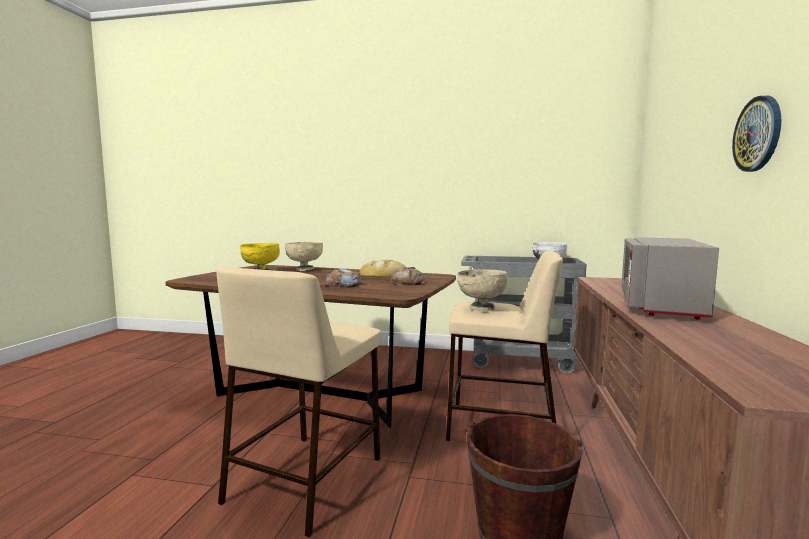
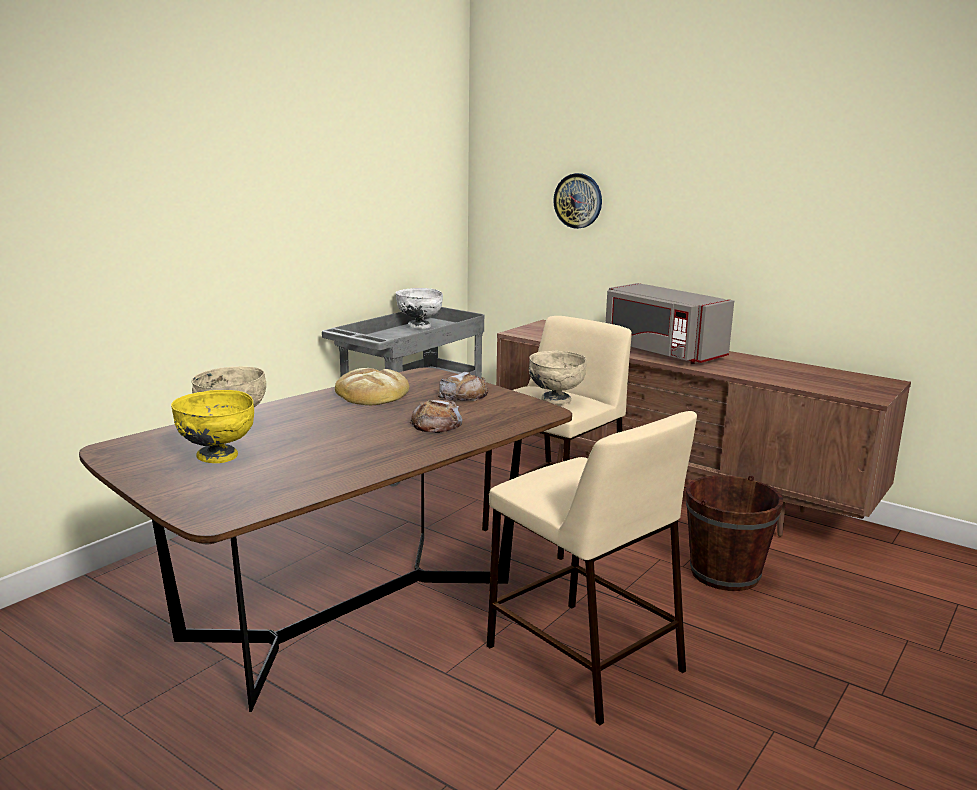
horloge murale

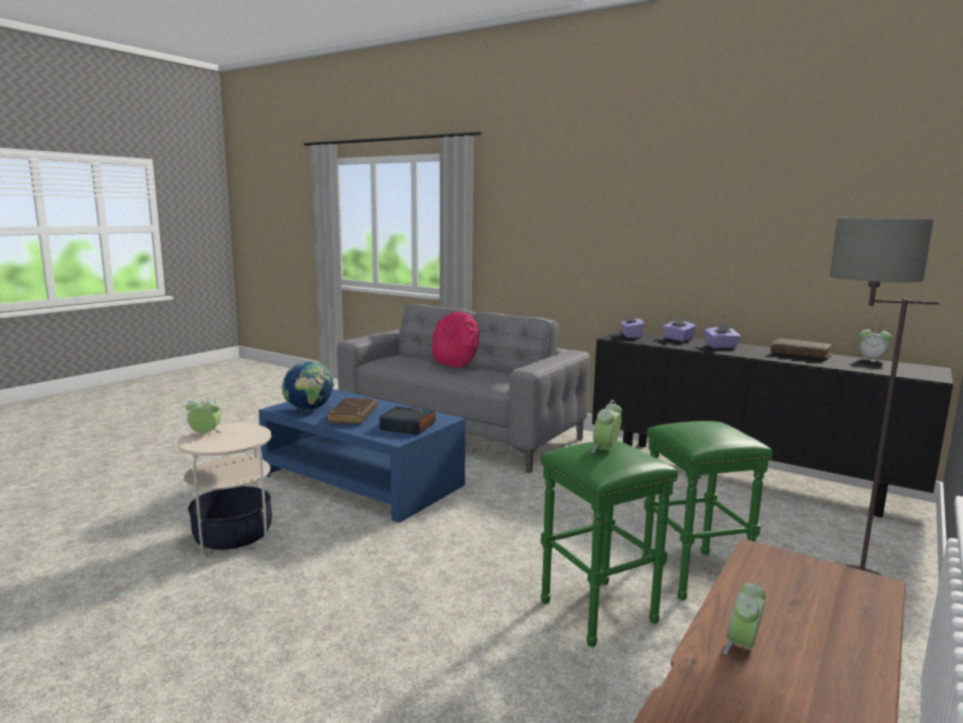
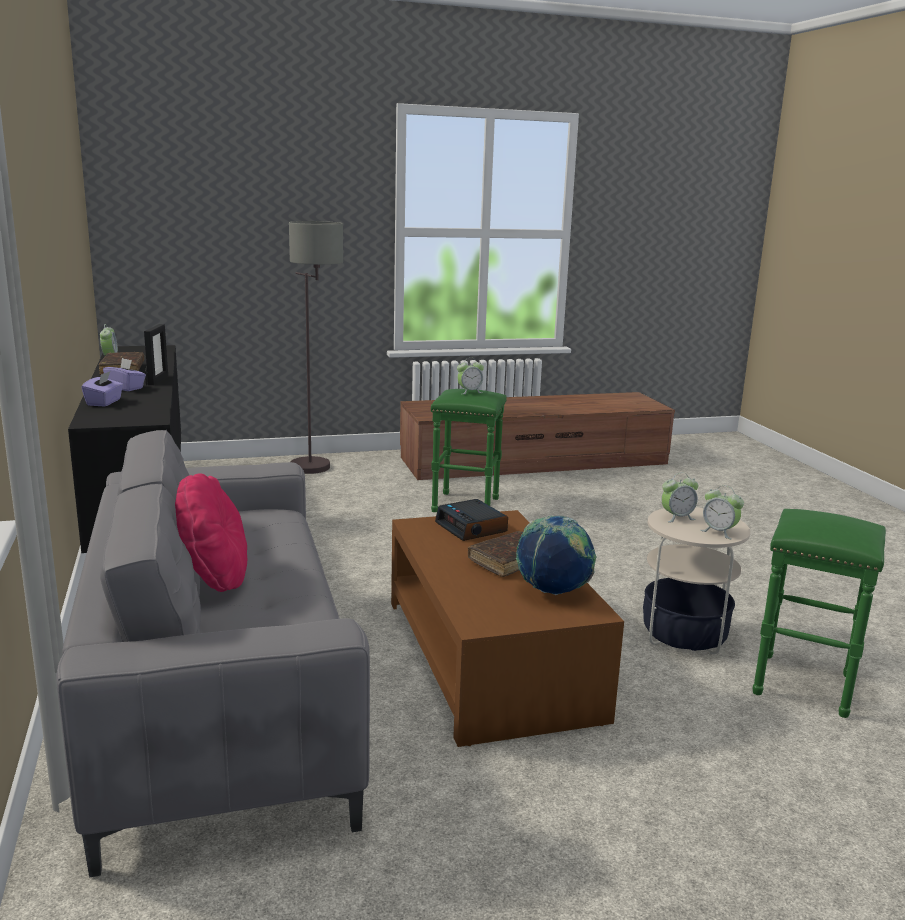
cadre photo
table basse [marron]
réveil (4th from left)
tabouret [vert] (2nd from left)
boîte à mouchoirs [violet] (1st from left in the first image)

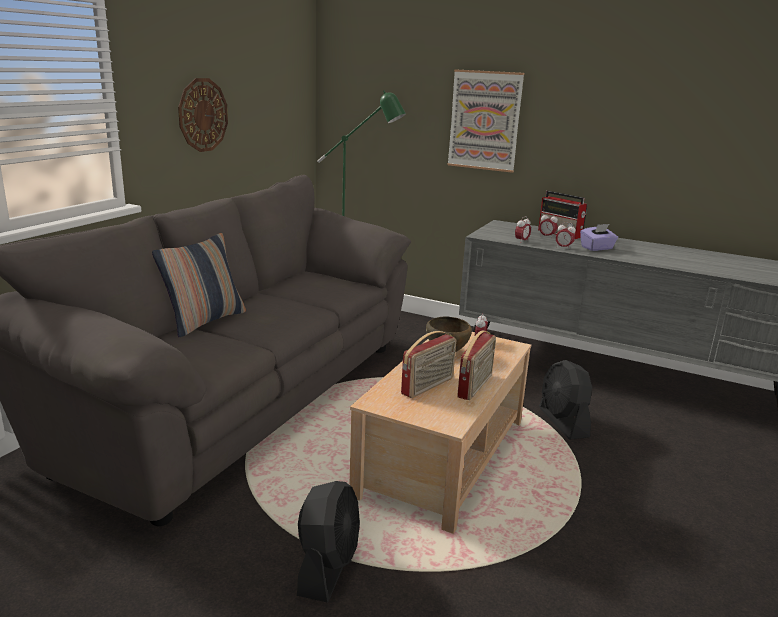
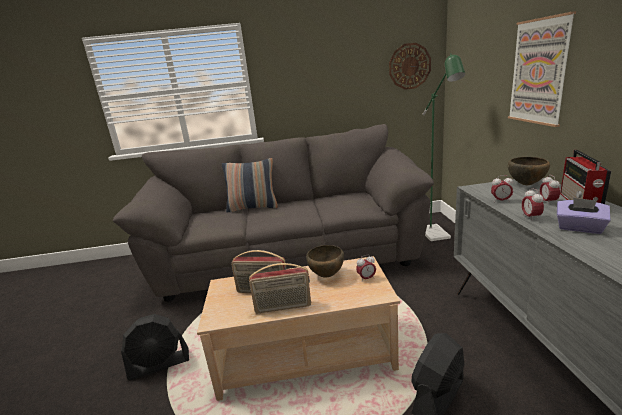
horloge murale
bol [marron] (2nd from left)

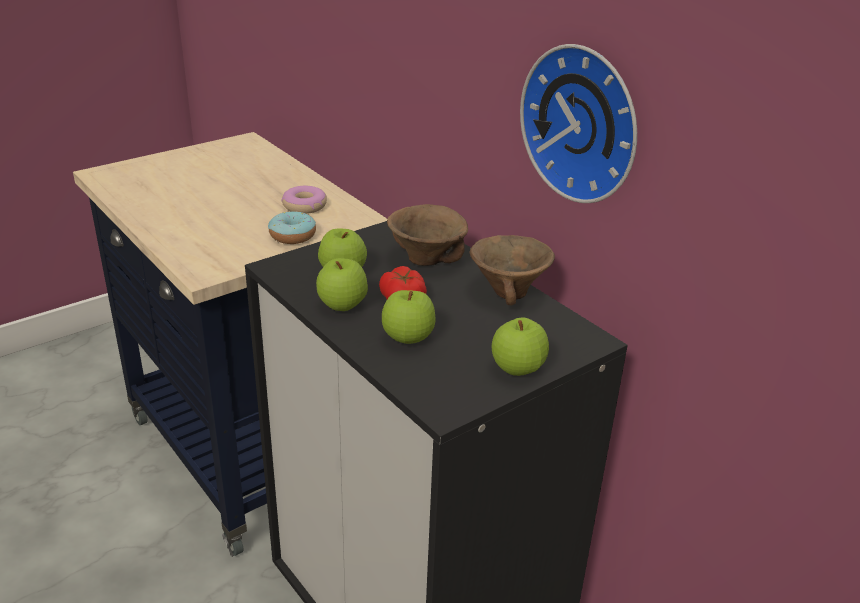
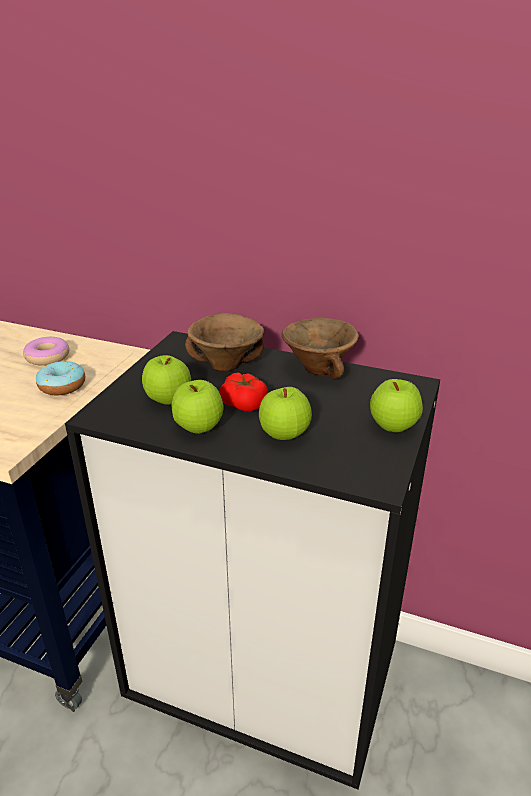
horloge murale

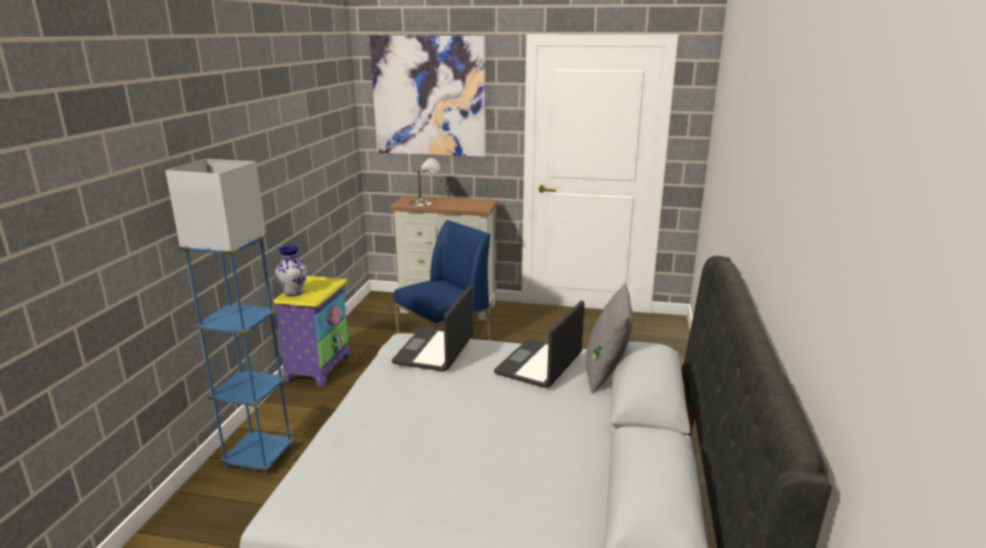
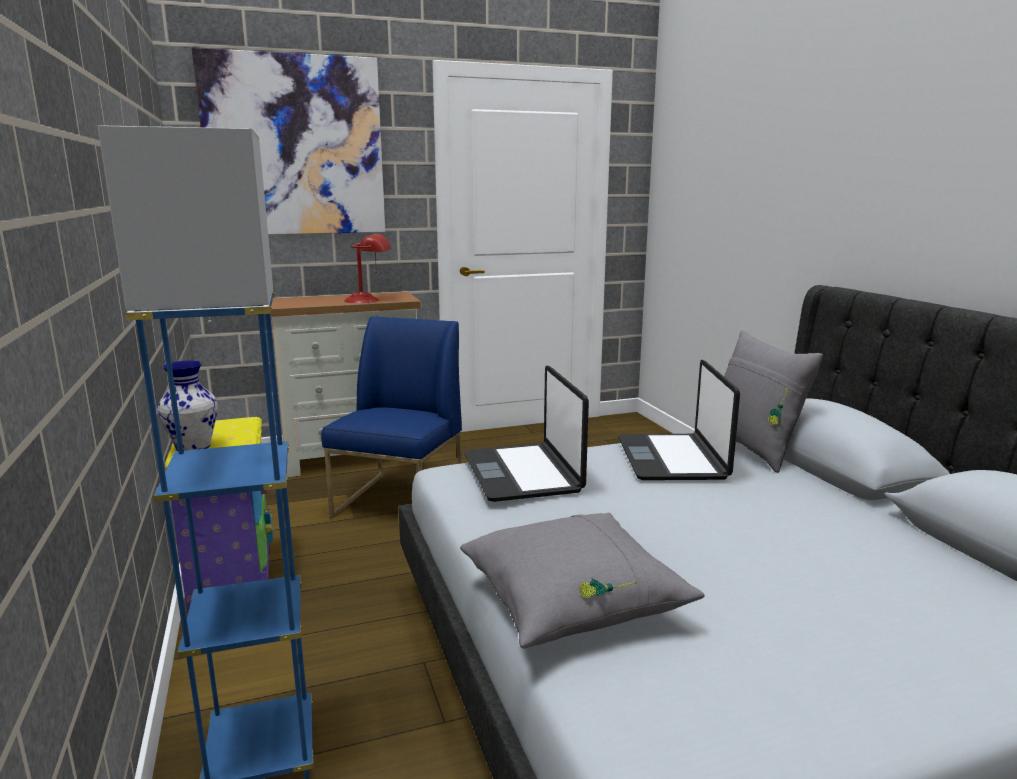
lampe de table [rouge]
coussin [gris] (1st from left)
lampe de table [blanc]

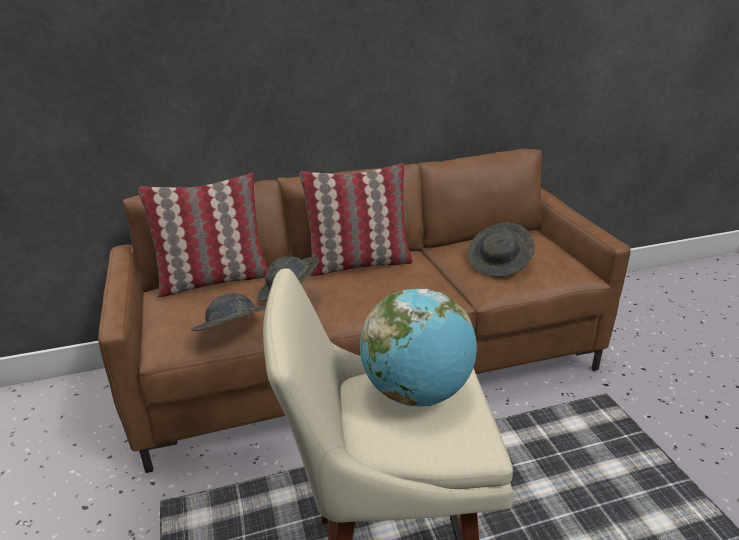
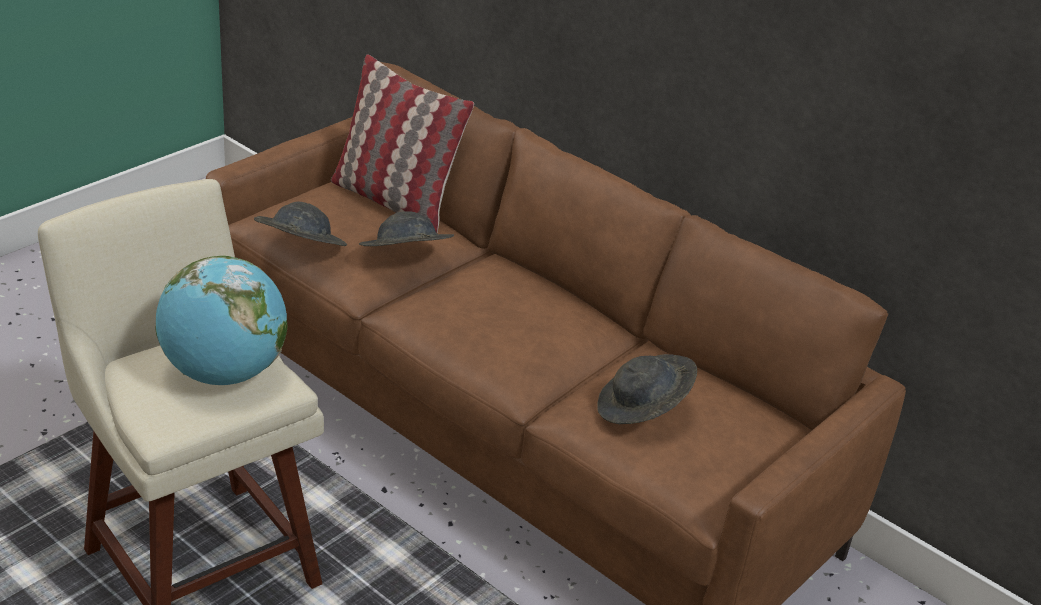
coussin (2nd from left in the first image)

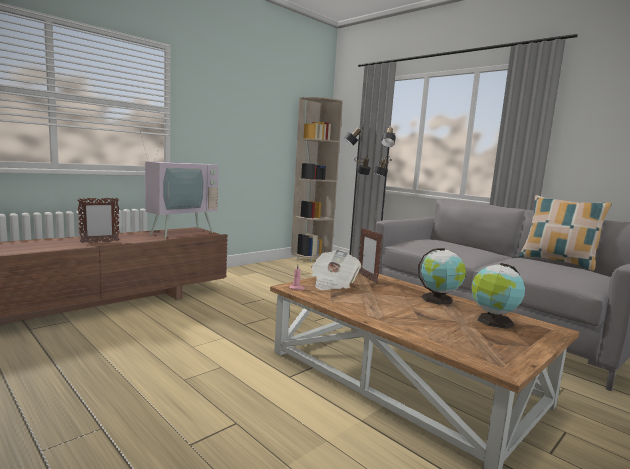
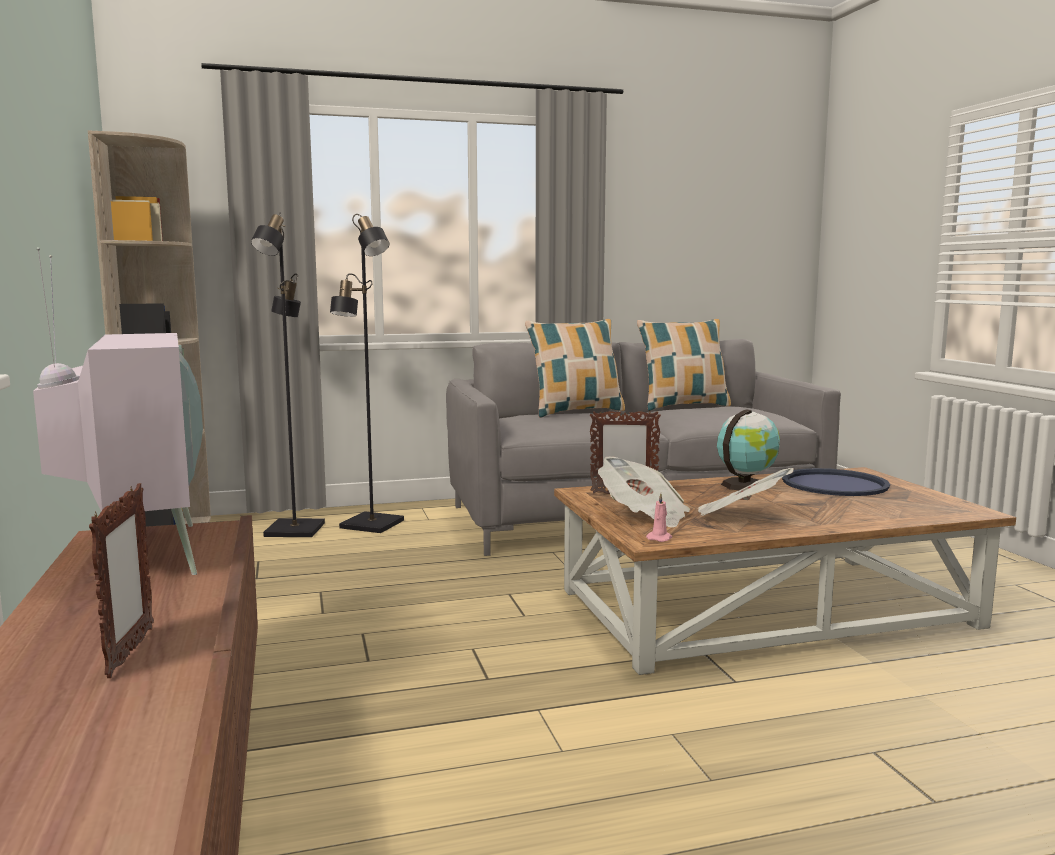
coussin (1st from left)
journal (2nd from left)
plateau [bleu]

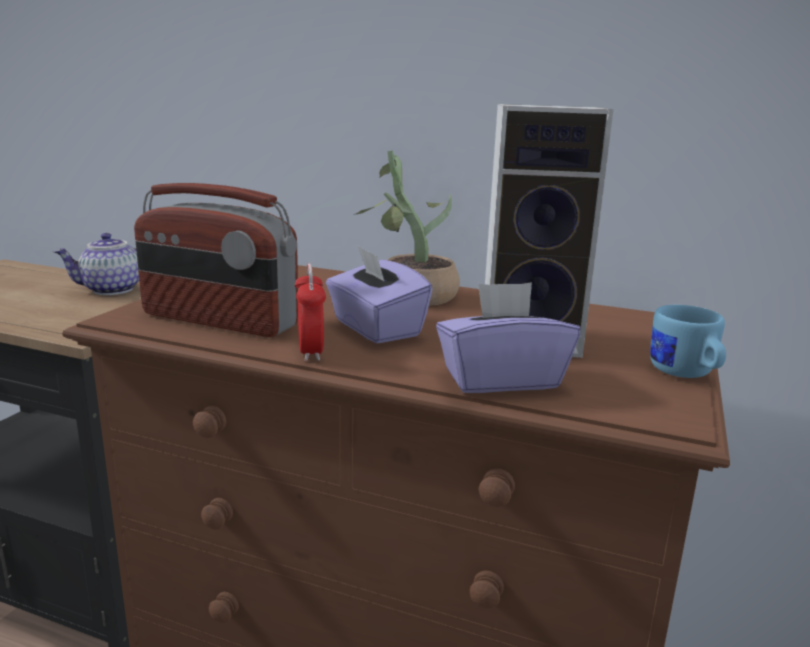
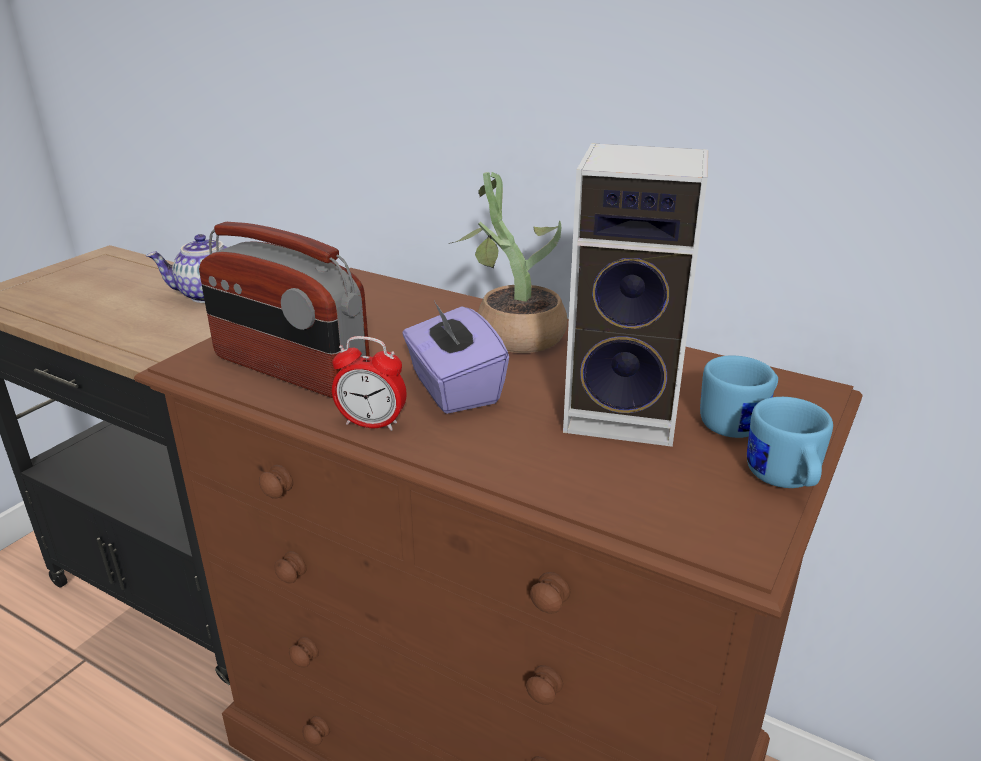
réveil
mug [bleu] (1st from left)
boîte à mouchoirs [violet] (2nd from left in the first image)

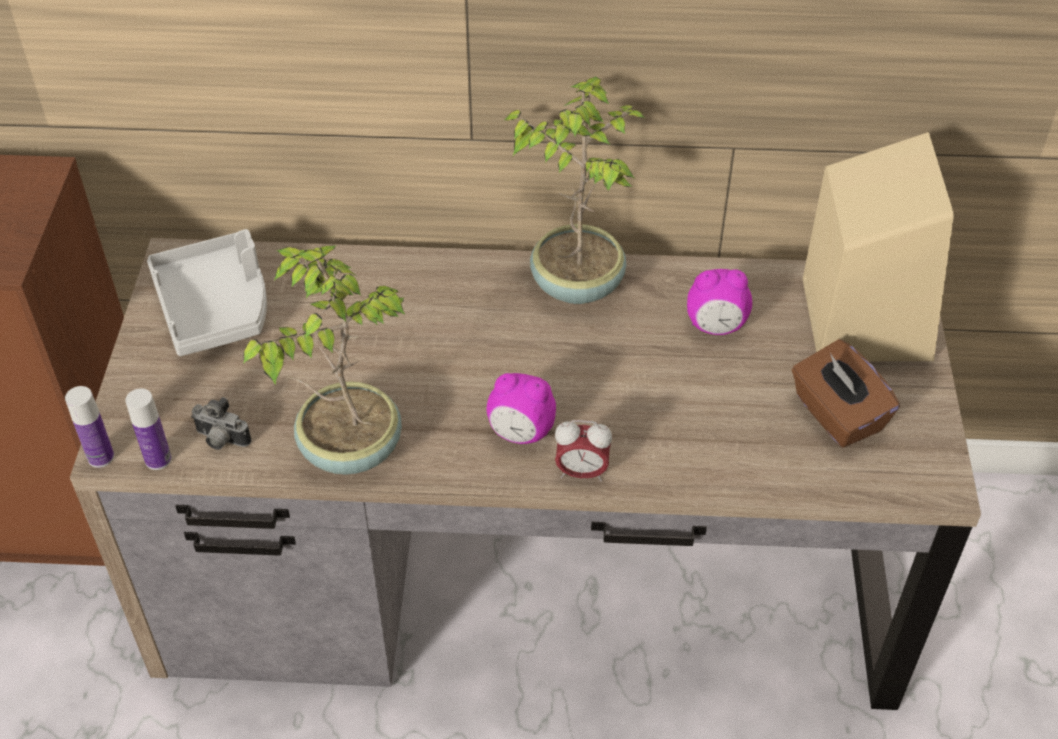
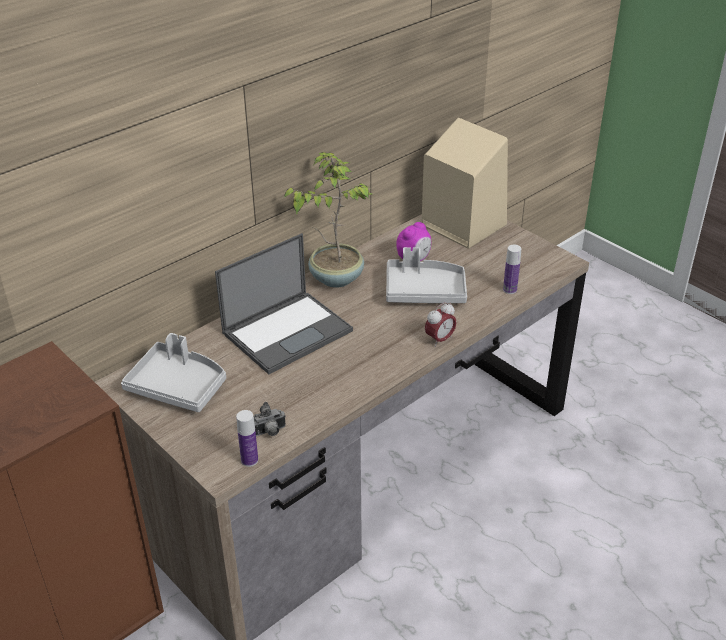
ordinateur portable
plateau [gris] (2nd from left)
bouteille (2nd from left)
plante en pot (1st from left in the first image)
réveil (1st from left in the first image)
boîte à mouchoirs [marron]

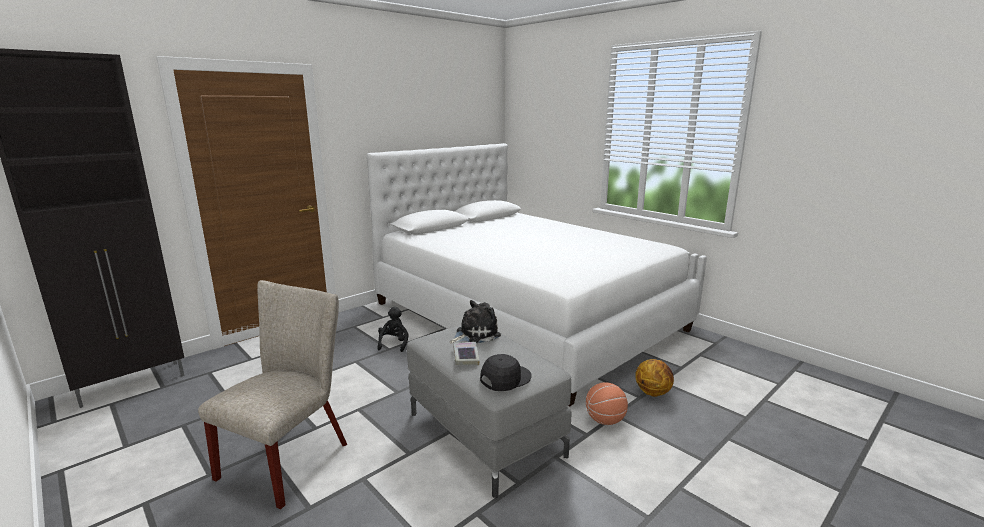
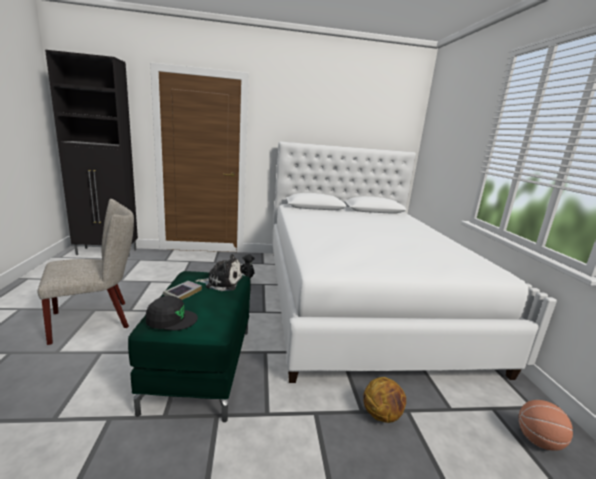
pouf [vert]
ballon de basket (2nd from left)

